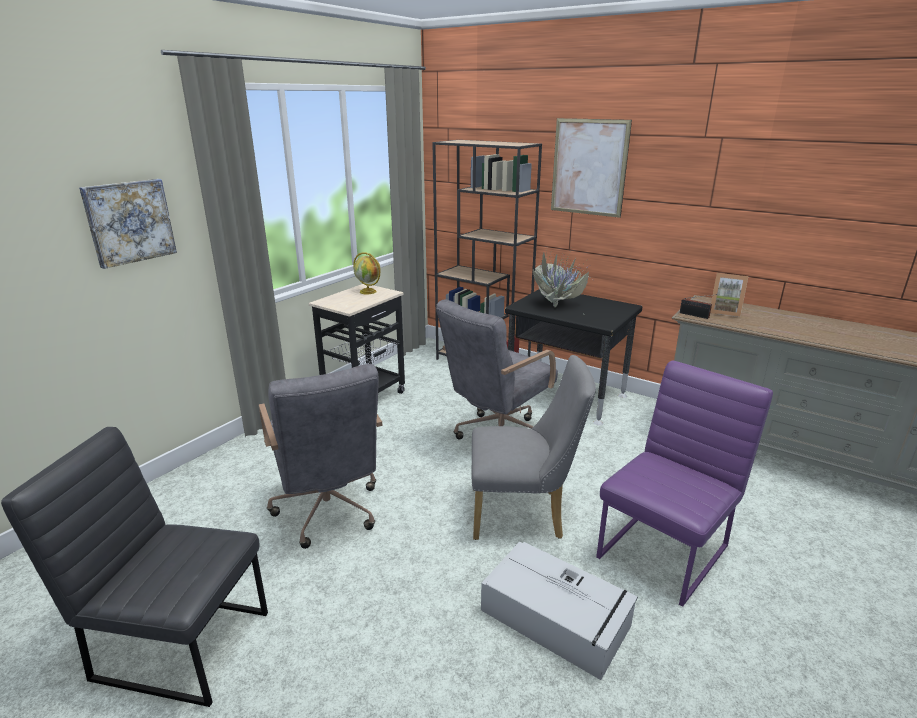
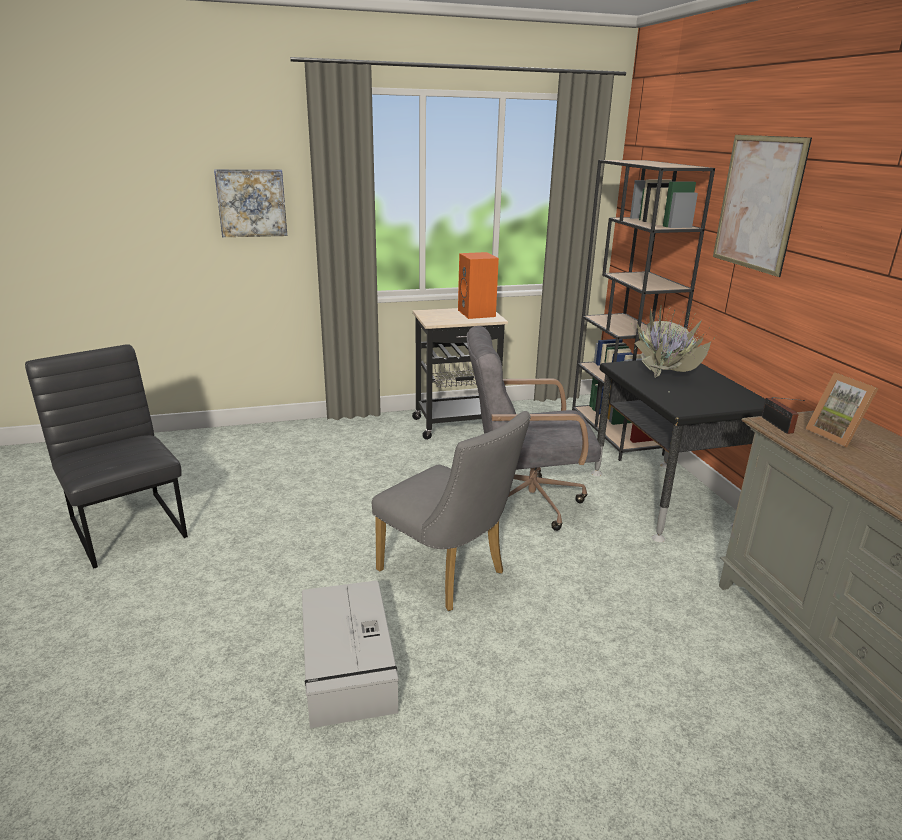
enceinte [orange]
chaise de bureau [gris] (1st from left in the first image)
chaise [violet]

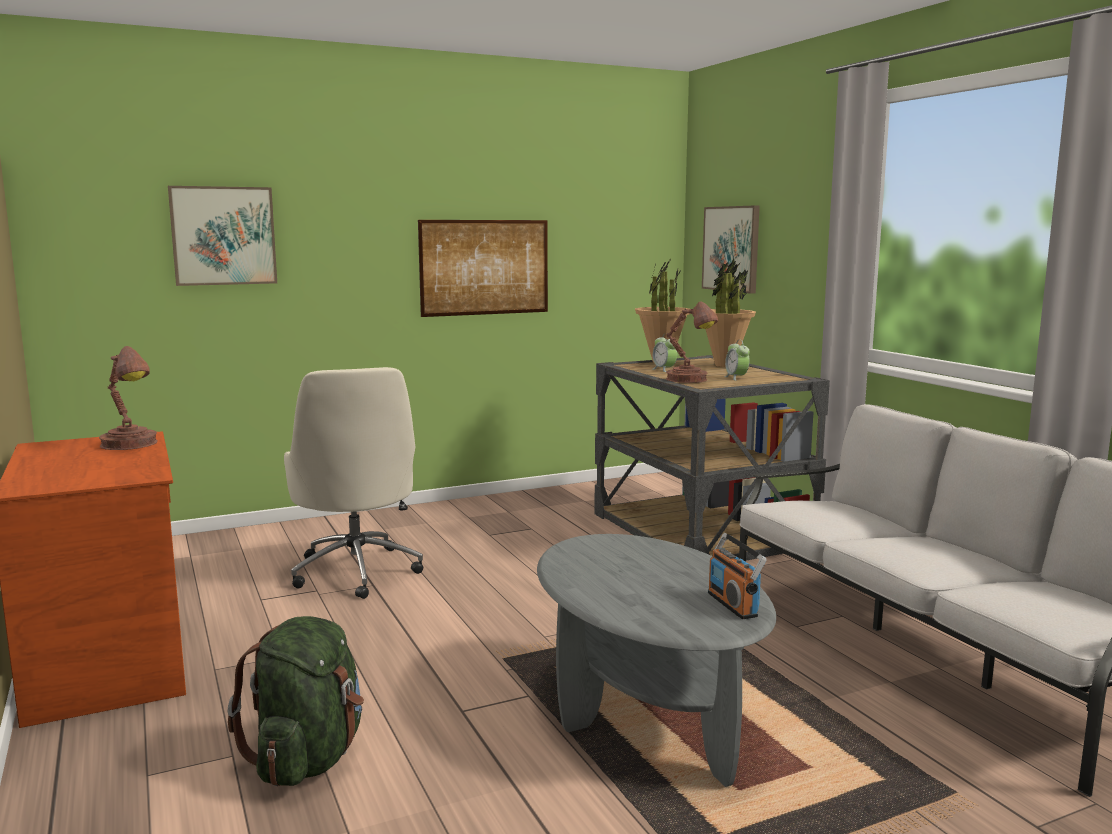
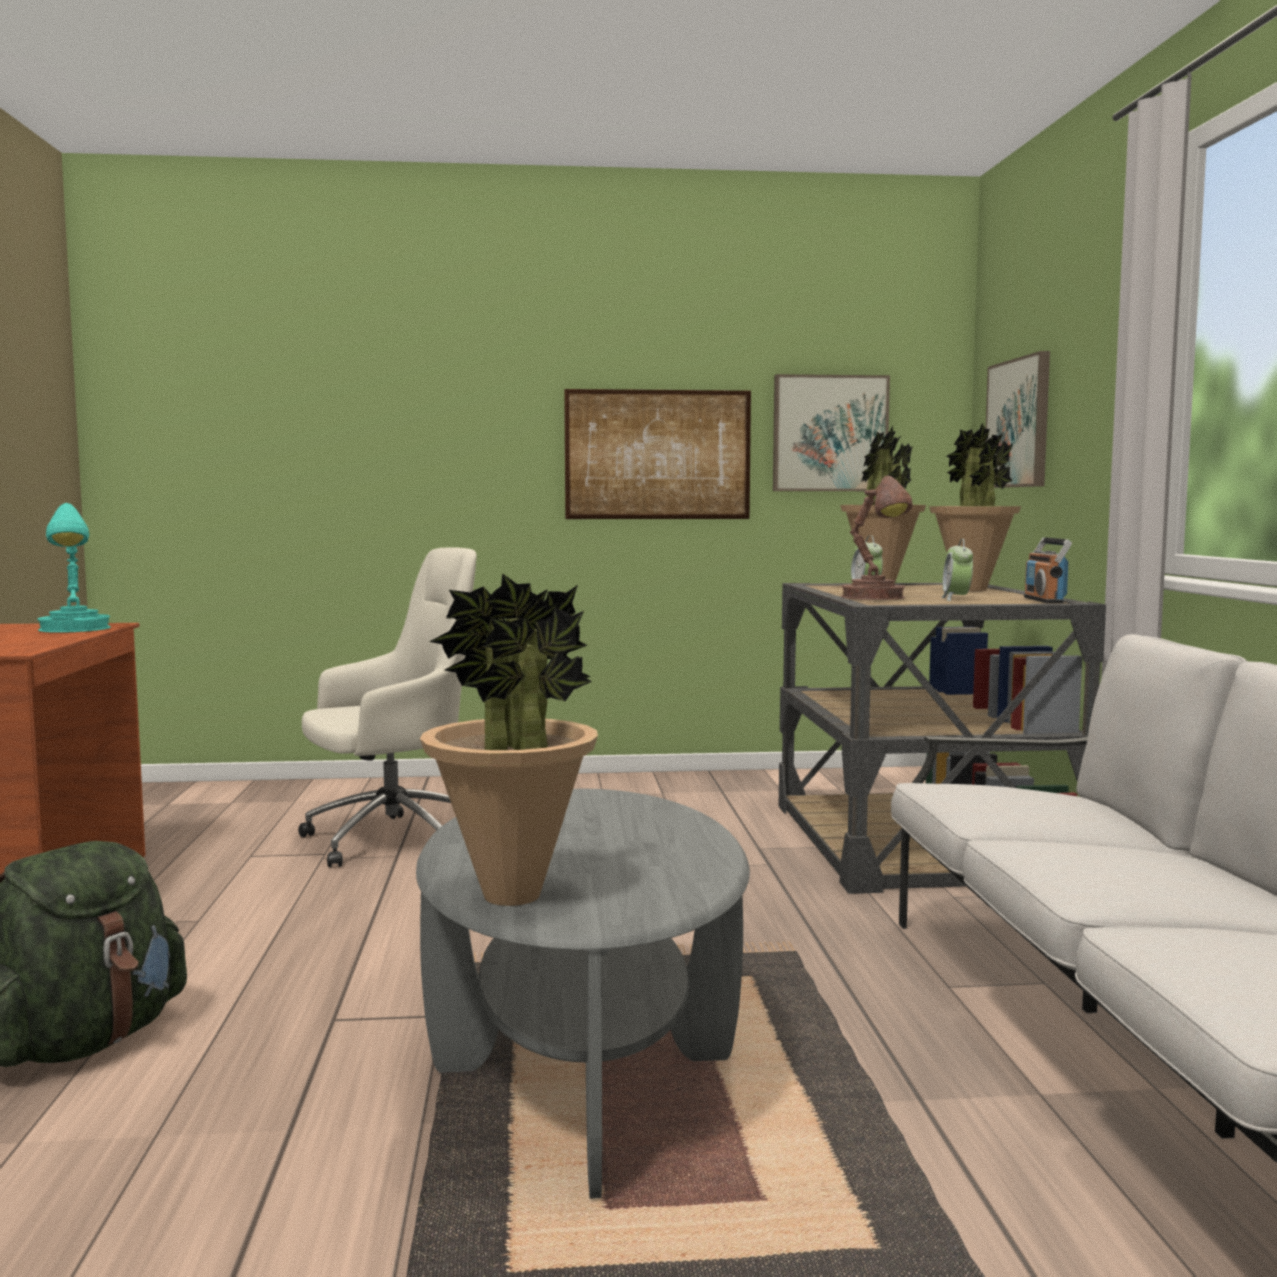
lampe de table [turquoise]
chaise de bureau [beige]
plante en pot (1st from left)
tableau (2nd from left)
radio

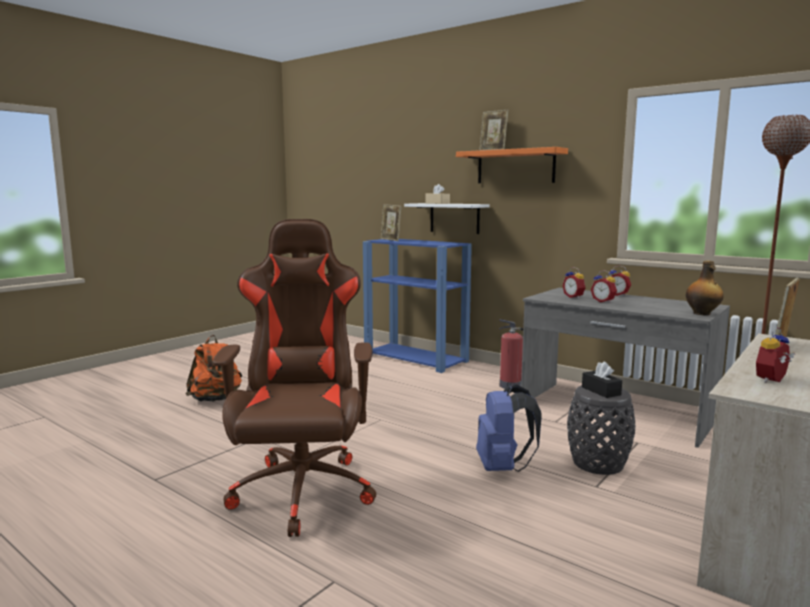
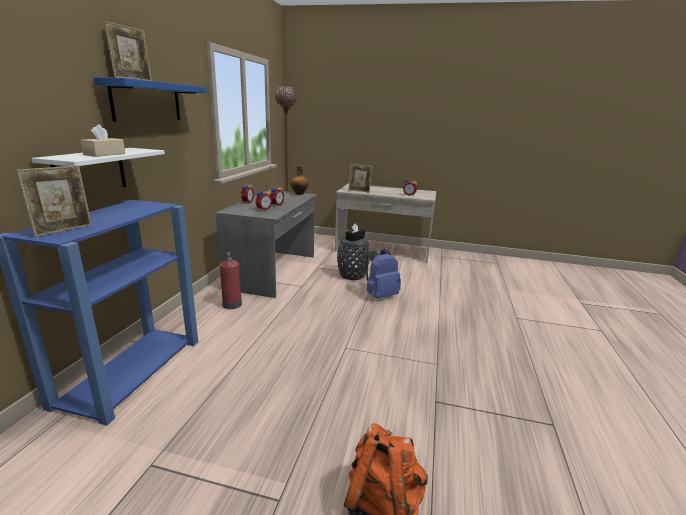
étagère [bleu]
chaise de bureau [marron]

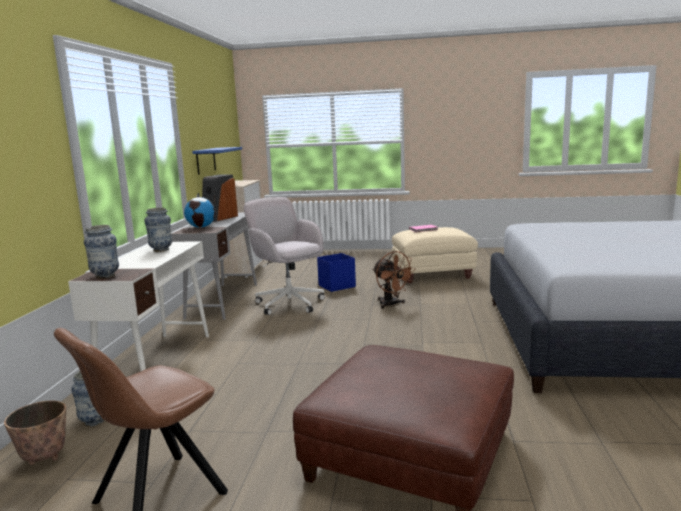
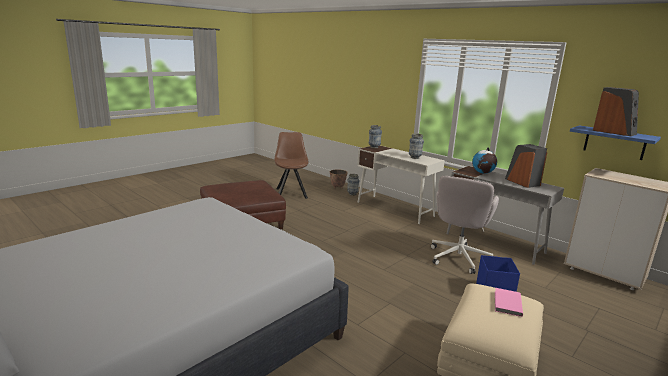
chaise de bureau [gris]
enceinte (2nd from left)
ventilateur [marron]

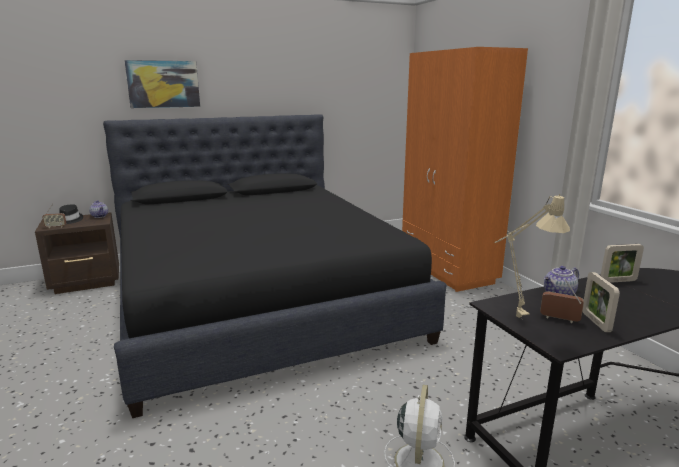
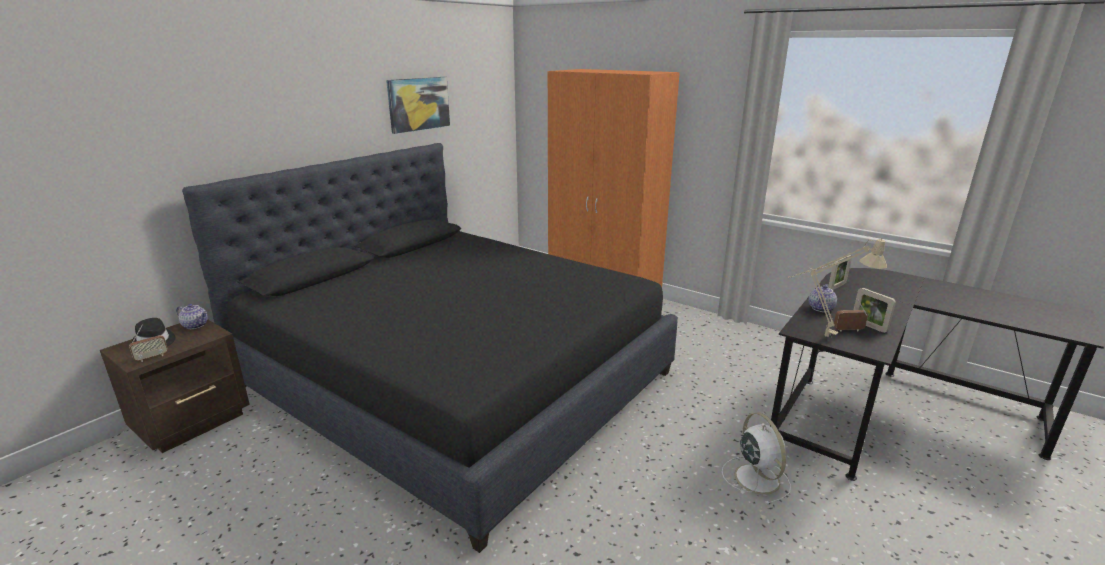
tableau

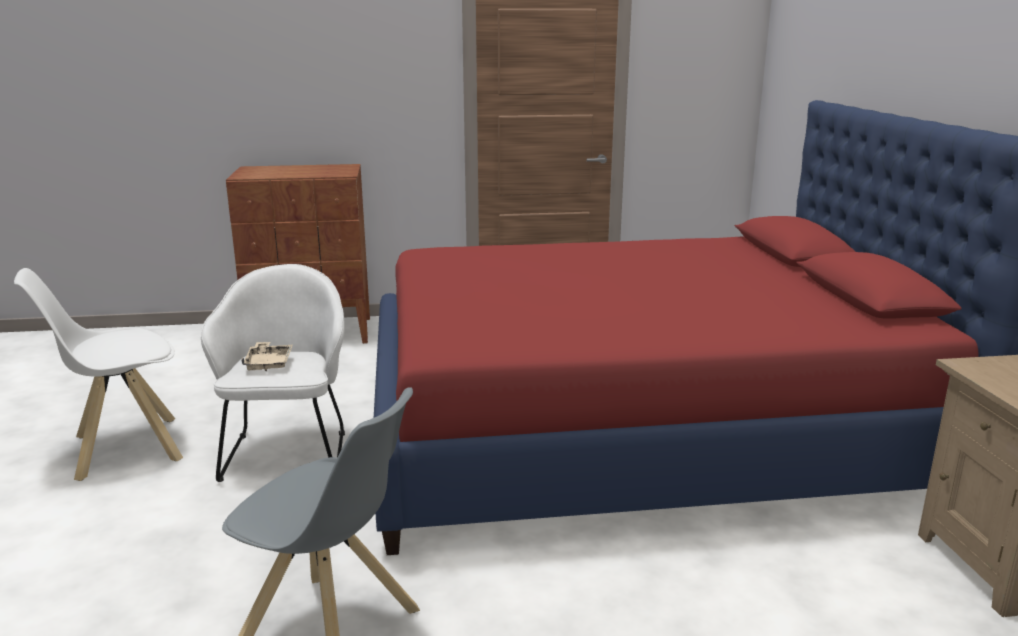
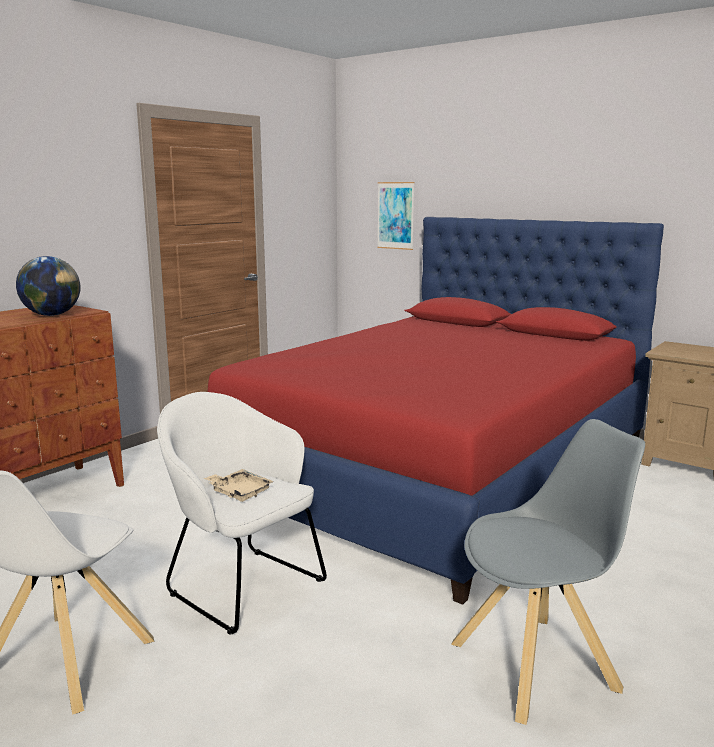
globe
tableau

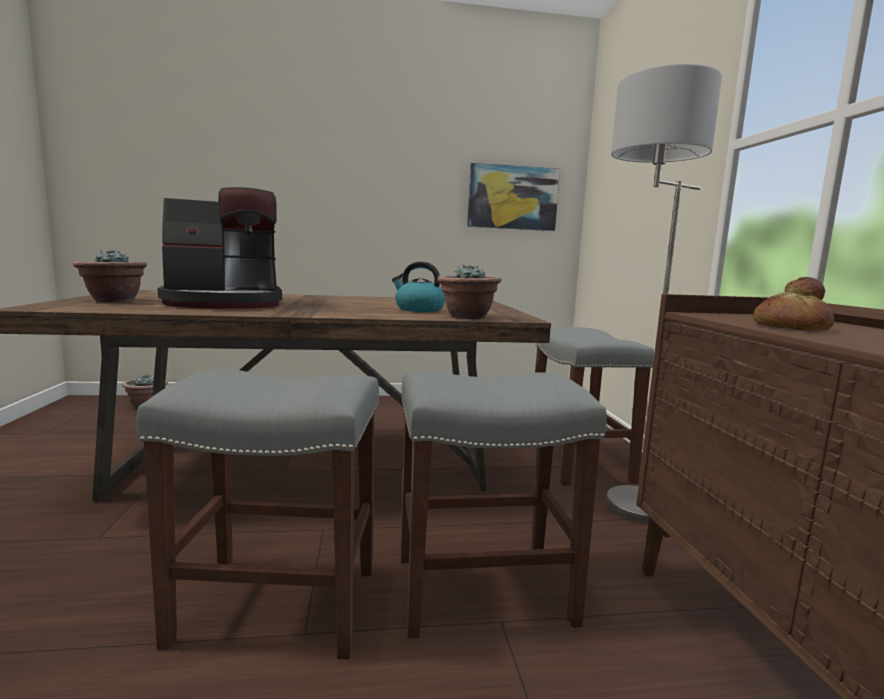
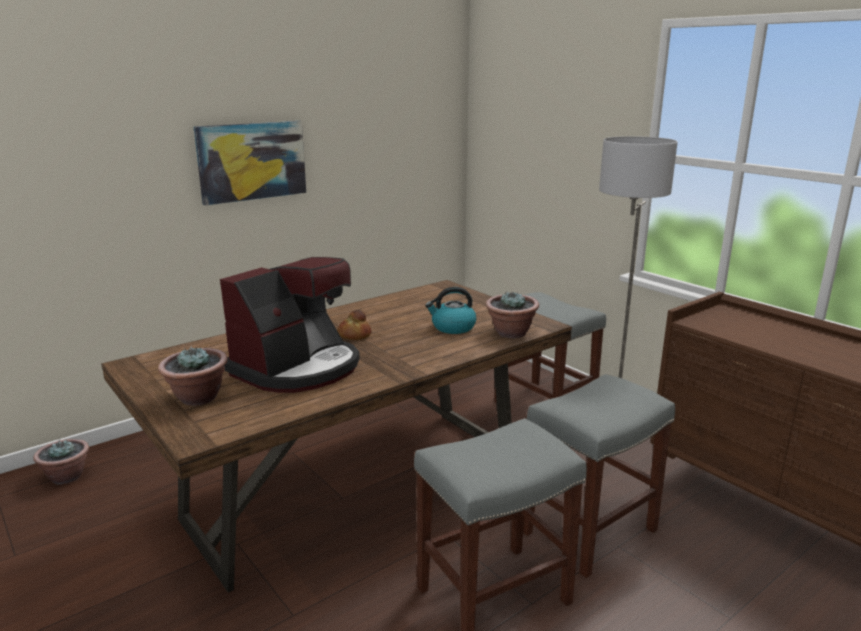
tableau
pain

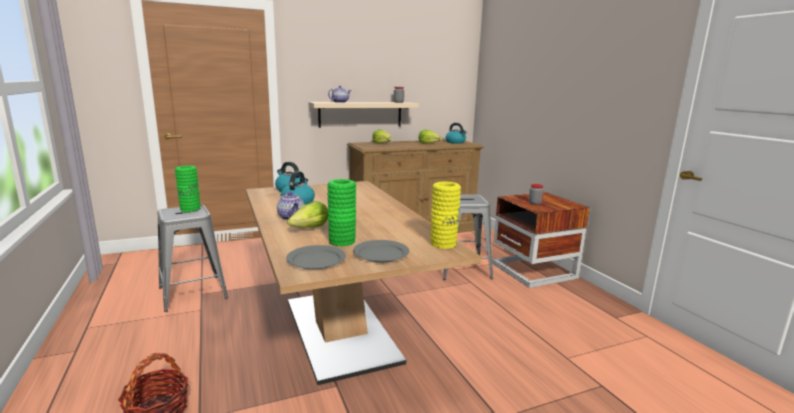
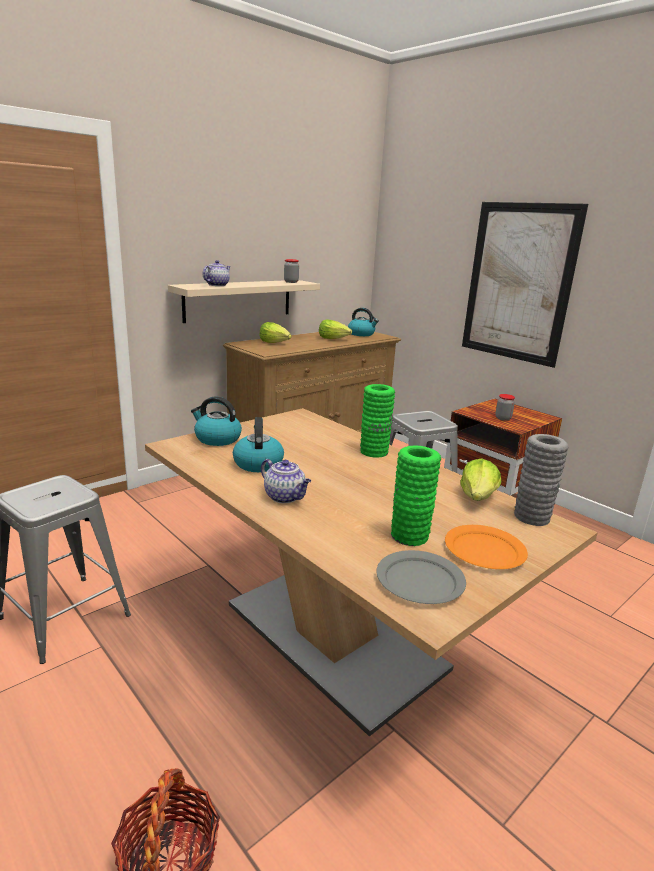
vase [vert] (1st from left)
assiette [orange]
laitue (3rd from left)
tableau
vase [gris]

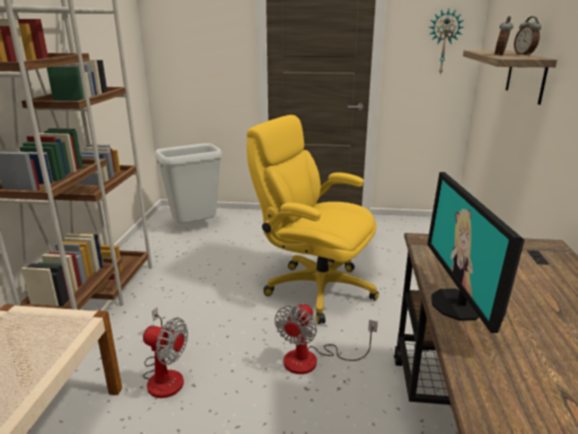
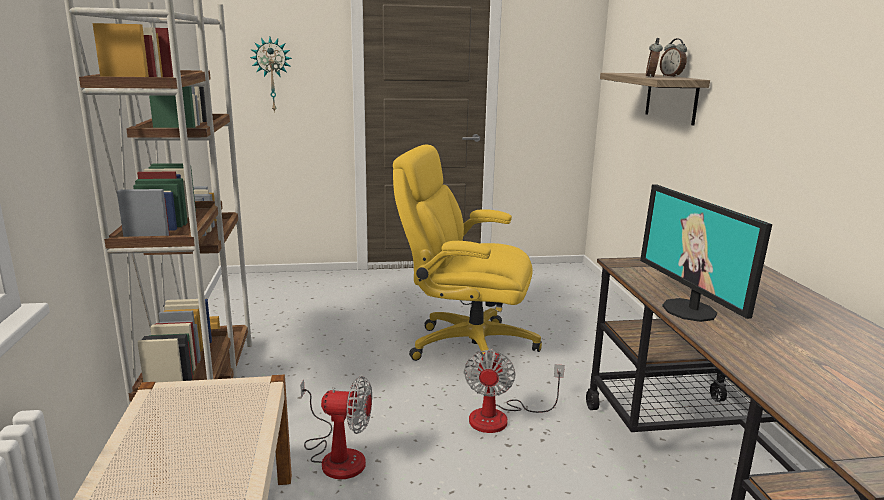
horloge murale
poubelle [gris]

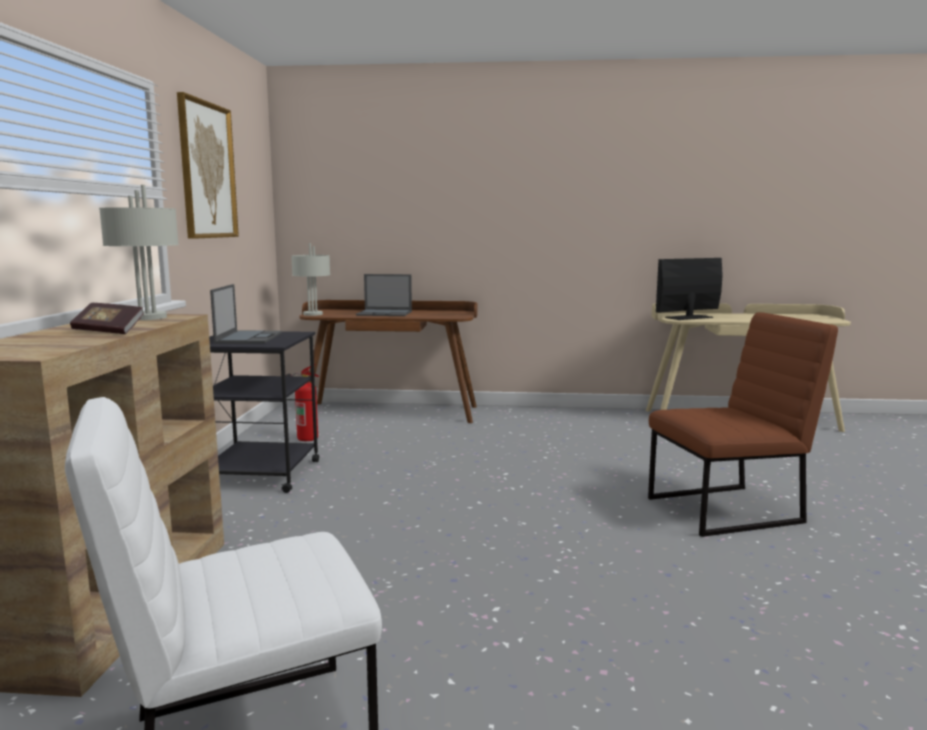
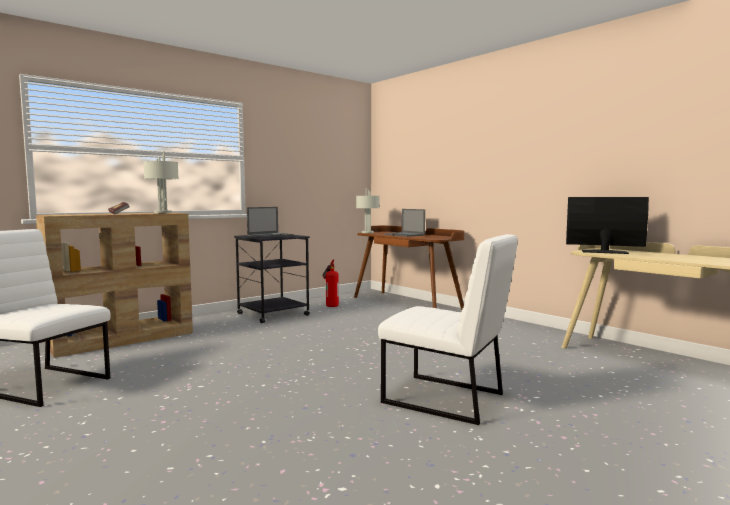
chaise [blanc] (2nd from left)
tableau

